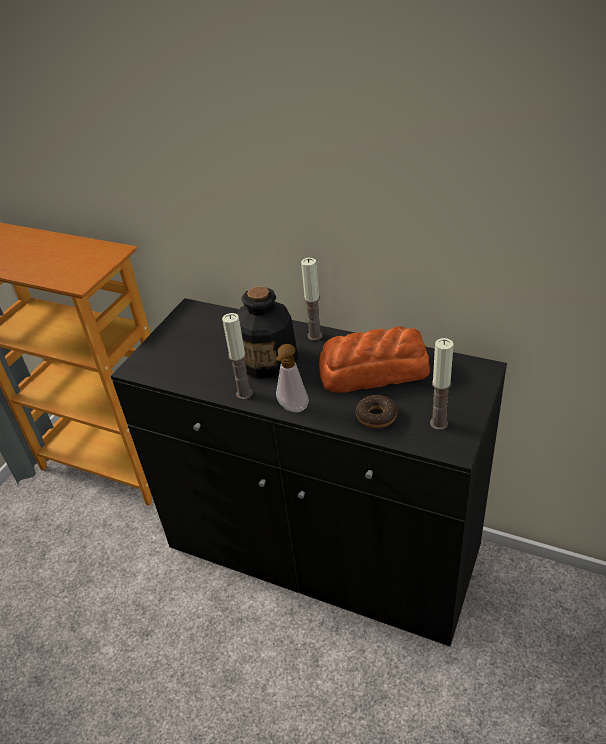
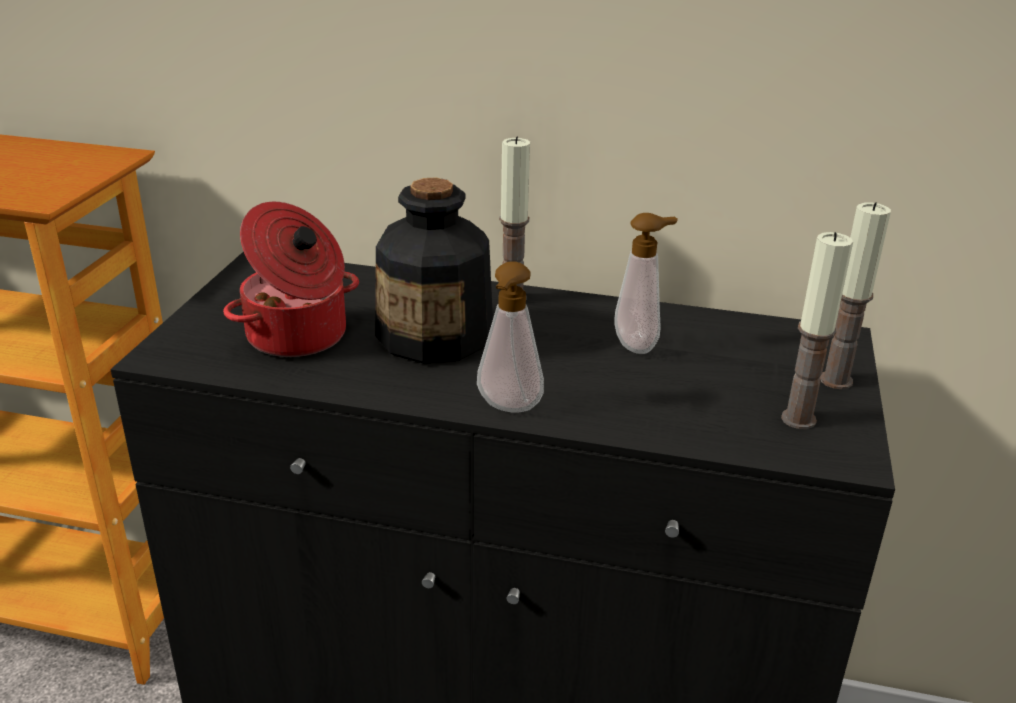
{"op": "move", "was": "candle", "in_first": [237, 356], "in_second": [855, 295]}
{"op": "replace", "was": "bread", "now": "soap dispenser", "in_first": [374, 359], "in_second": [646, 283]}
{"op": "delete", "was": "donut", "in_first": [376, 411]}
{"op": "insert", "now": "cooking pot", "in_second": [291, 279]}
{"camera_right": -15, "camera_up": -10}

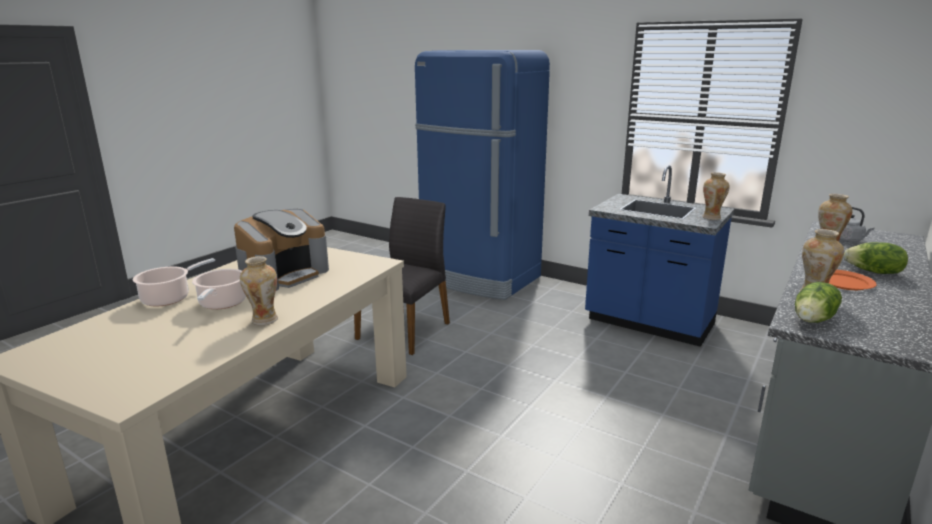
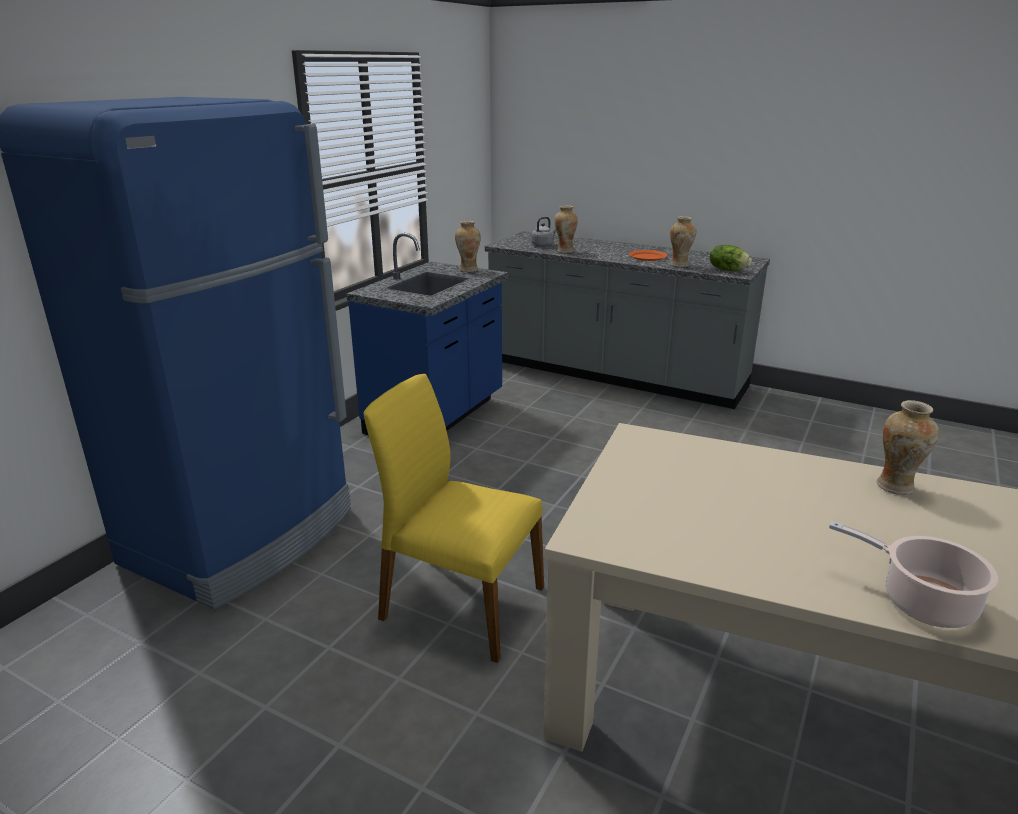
{"op": "recolor", "was": "grey chair", "now": "yellow chair", "in_first": [402, 276], "in_second": [454, 518]}
{"op": "delete", "was": "coffee machine", "in_first": [281, 250]}
{"op": "delete", "was": "lettuce", "in_first": [876, 258]}
{"op": "delete", "was": "cooking pot", "in_first": [219, 289]}
{"camera_right": -95, "camera_up": 5}

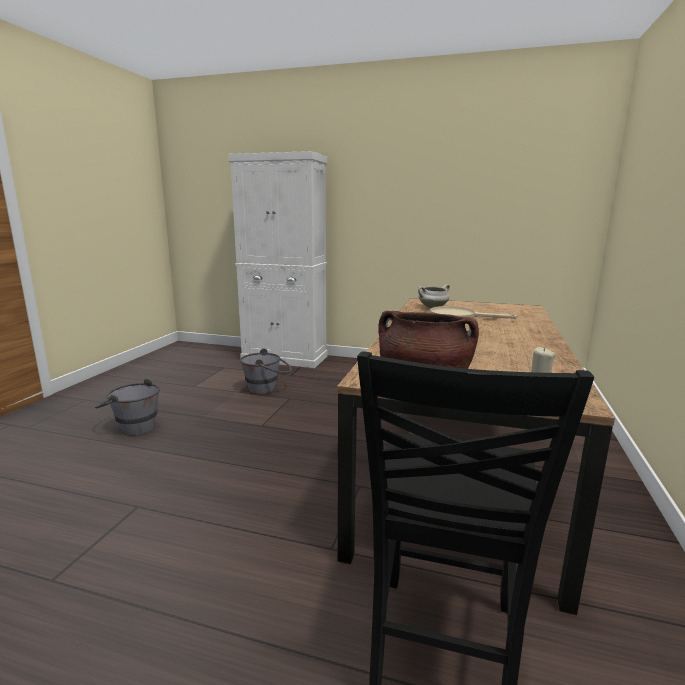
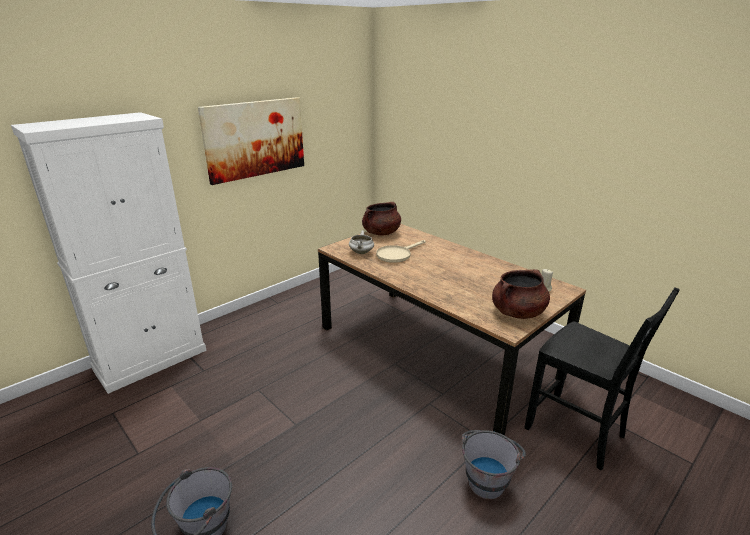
{"op": "move", "was": "grey bucket", "in_first": [266, 371], "in_second": [494, 464]}
{"op": "insert", "now": "picture", "in_second": [251, 141]}
{"op": "insert", "now": "brown cooking pot", "in_second": [381, 219]}
{"camera_right": -60, "camera_up": 10}

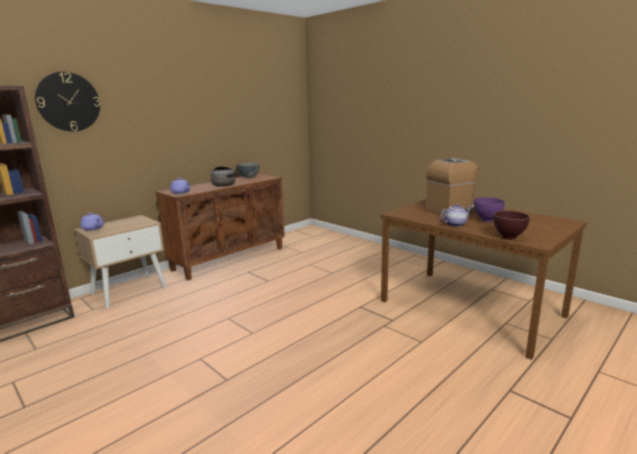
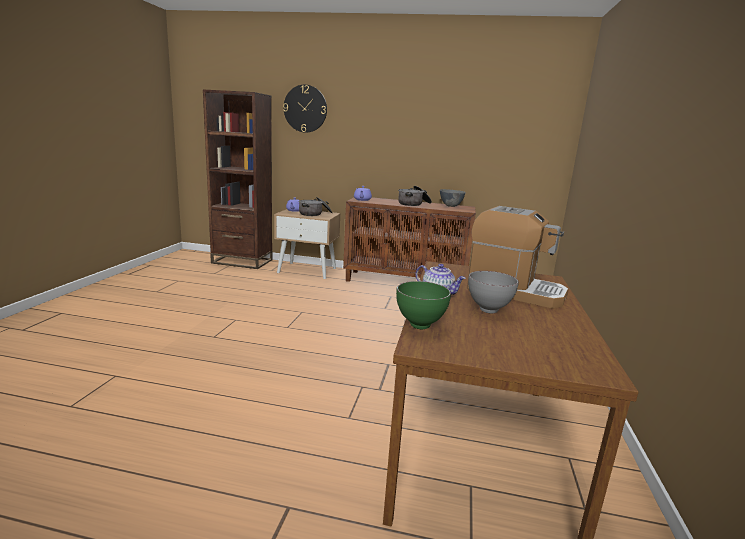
{"op": "recolor", "was": "purple bowl", "now": "grey bowl", "in_first": [489, 209], "in_second": [493, 292]}
{"op": "recolor", "was": "brown bowl", "now": "green bowl", "in_first": [511, 225], "in_second": [423, 305]}
{"op": "insert", "now": "cooking pot", "in_second": [316, 206]}
{"camera_right": 55, "camera_up": 0}

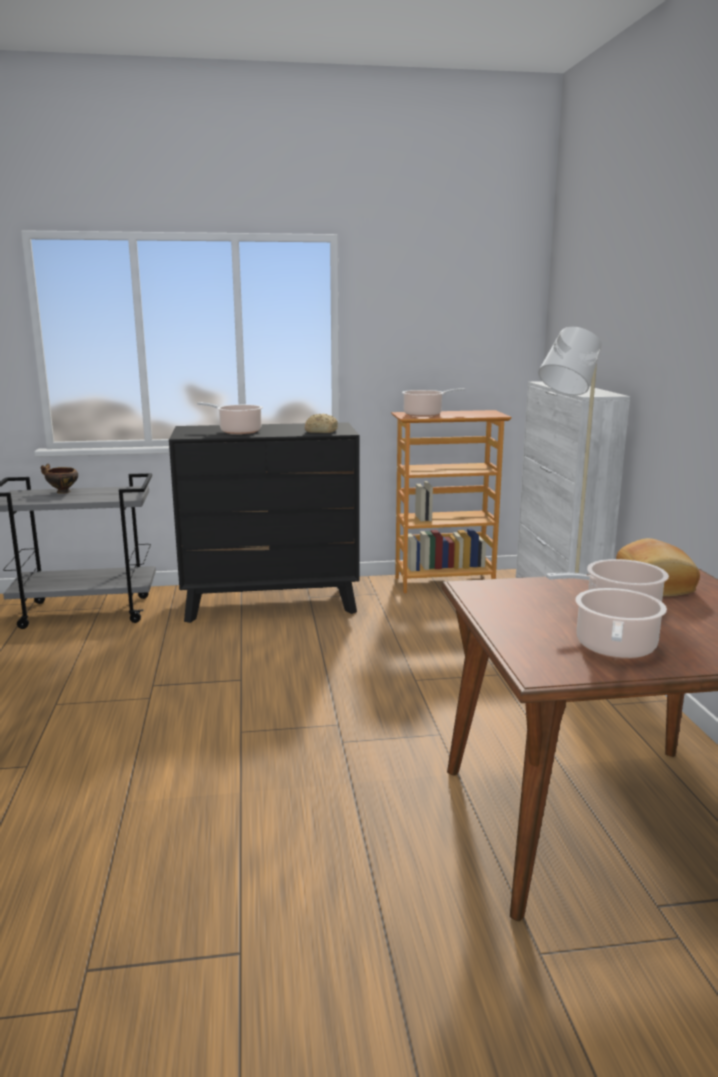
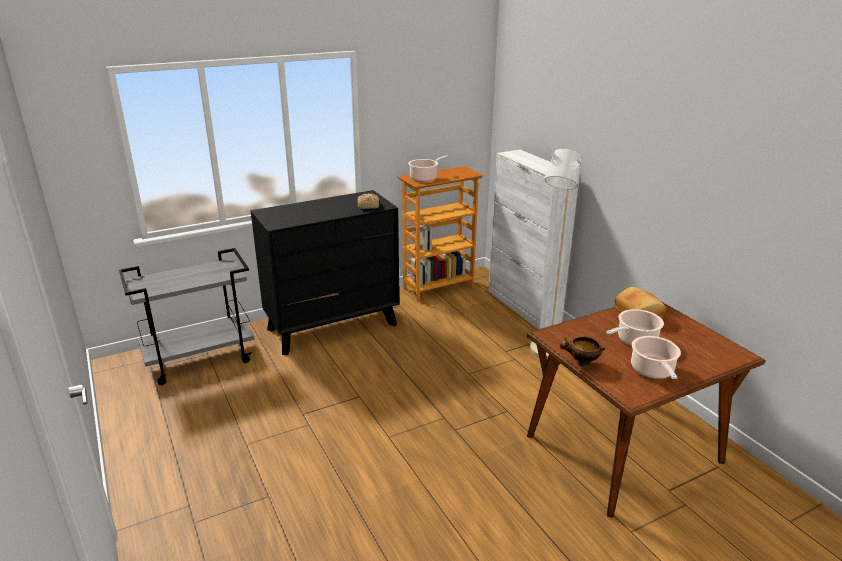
{"op": "delete", "was": "cooking pot", "in_first": [230, 418]}
{"op": "move", "was": "bowl", "in_first": [59, 479], "in_second": [582, 352]}
{"camera_right": -20, "camera_up": 10}

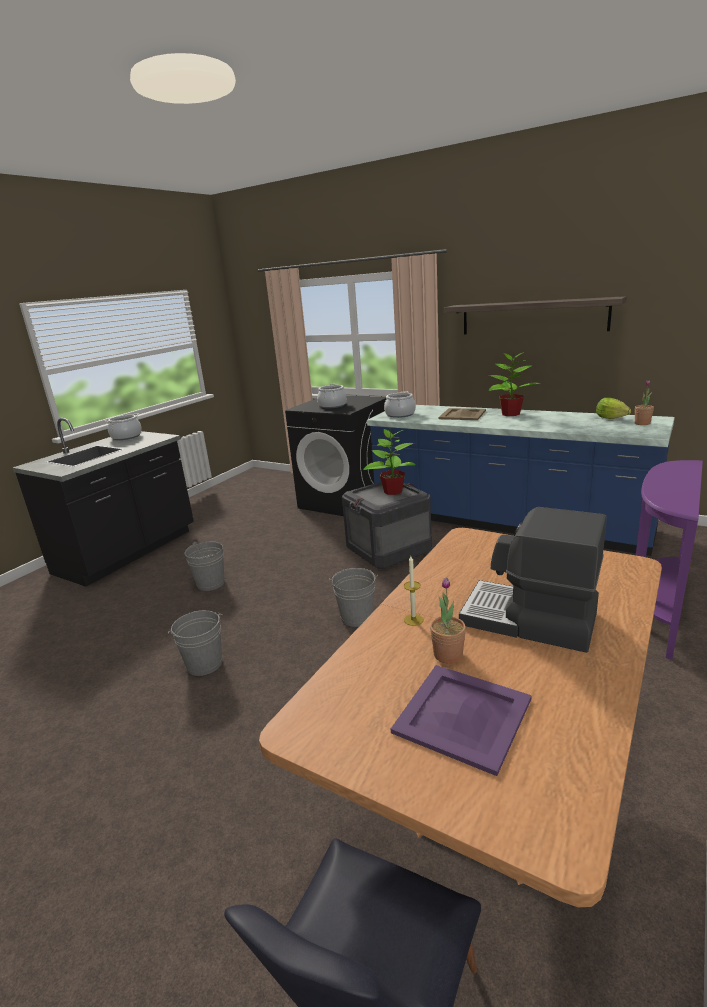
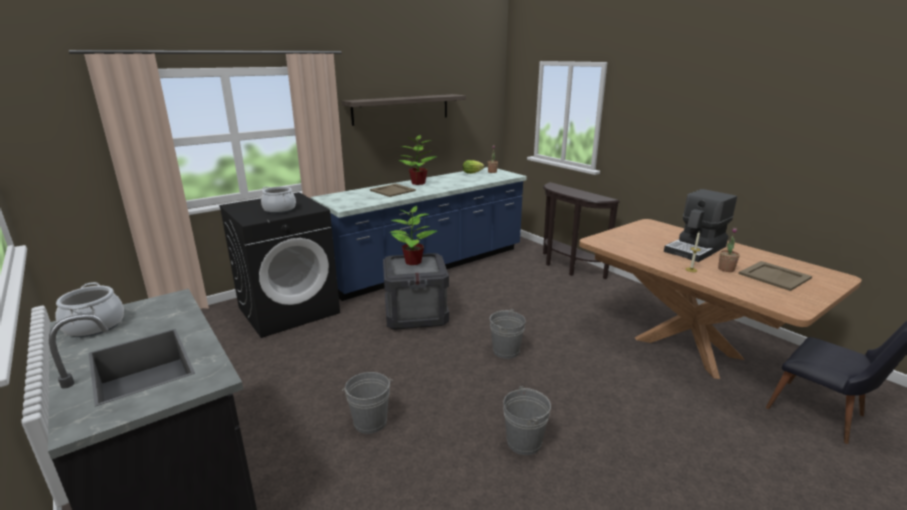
{"op": "delete", "was": "cooking pot", "in_first": [400, 404]}
{"op": "recolor", "was": "purple console table", "now": "brown console table", "in_first": [669, 559], "in_second": [581, 230]}
{"op": "recolor", "was": "purple tray", "now": "beige tray", "in_first": [461, 720], "in_second": [775, 276]}
{"camera_right": -70, "camera_up": 0}

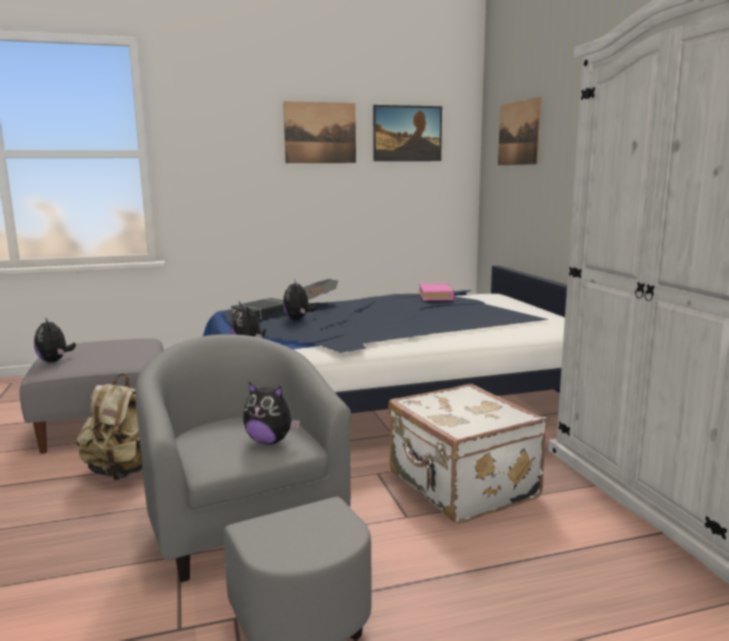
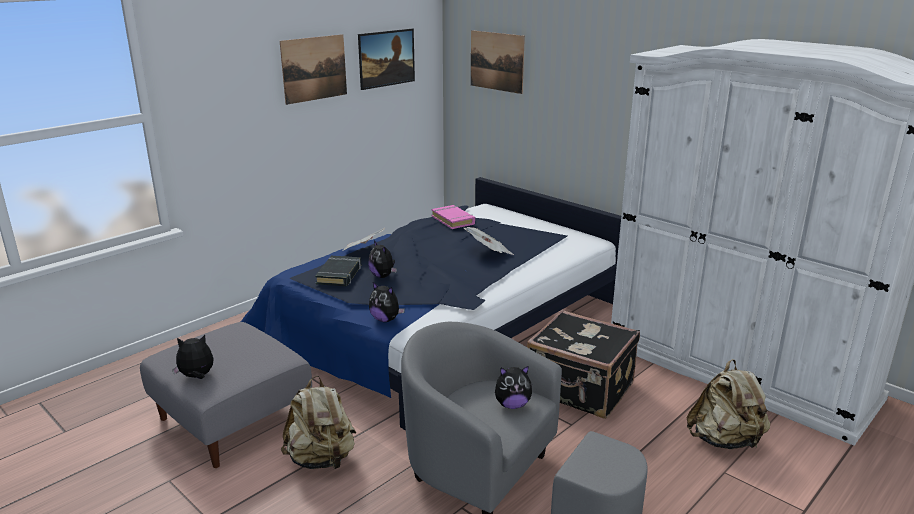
{"op": "rotate", "was": "plush toy", "in_first": [55, 339], "in_second": [193, 357], "clockwise": 135}
{"op": "recolor", "was": "white suitcase", "now": "black suitcase", "in_first": [467, 453], "in_second": [583, 364]}
{"op": "insert", "now": "newspaper", "in_second": [489, 241]}
{"op": "insert", "now": "beige backpack", "in_second": [728, 404]}
{"camera_right": -30, "camera_up": 10}

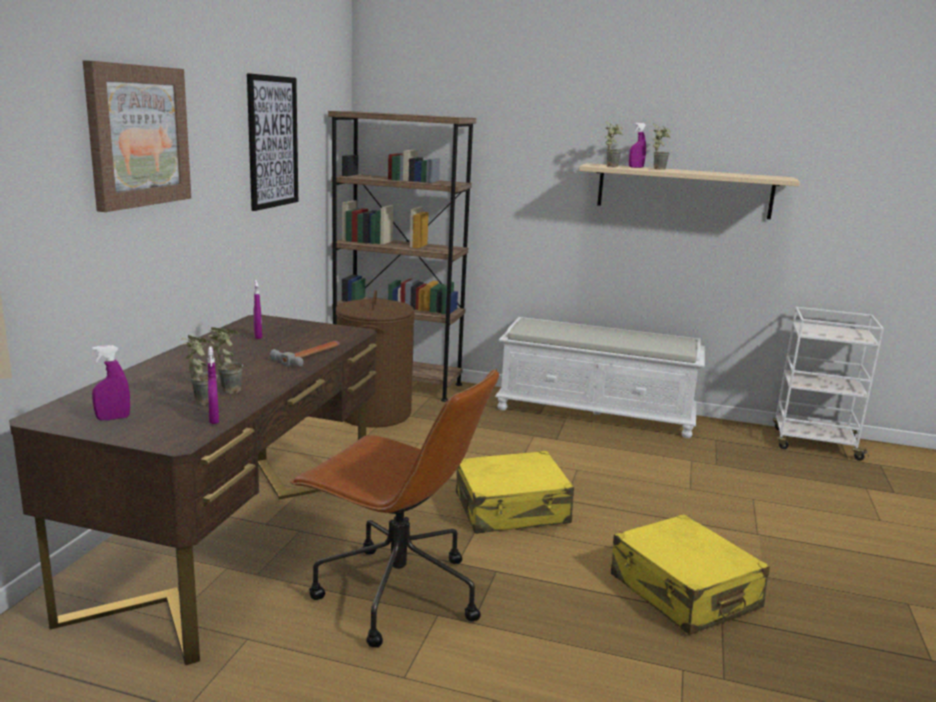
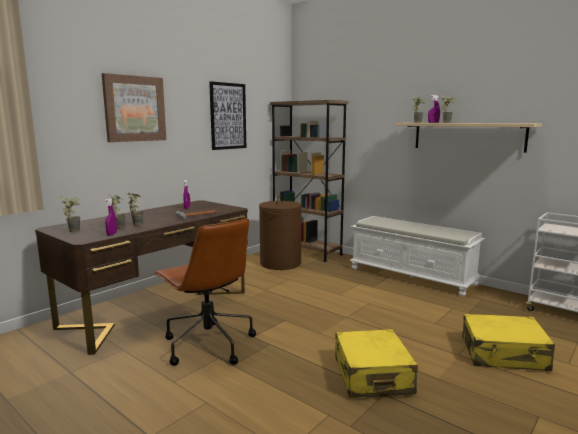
{"op": "replace", "was": "purple spray bottle", "now": "potted plant", "in_first": [111, 383], "in_second": [70, 214]}
{"op": "move", "was": "yellow suitcase", "in_first": [515, 492], "in_second": [508, 342]}
{"camera_right": 25, "camera_up": -5}

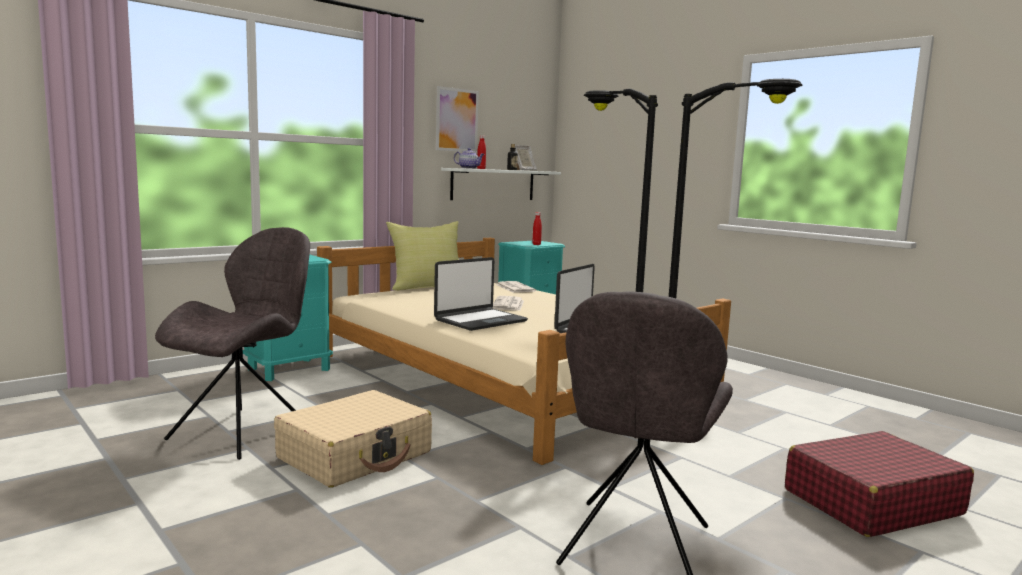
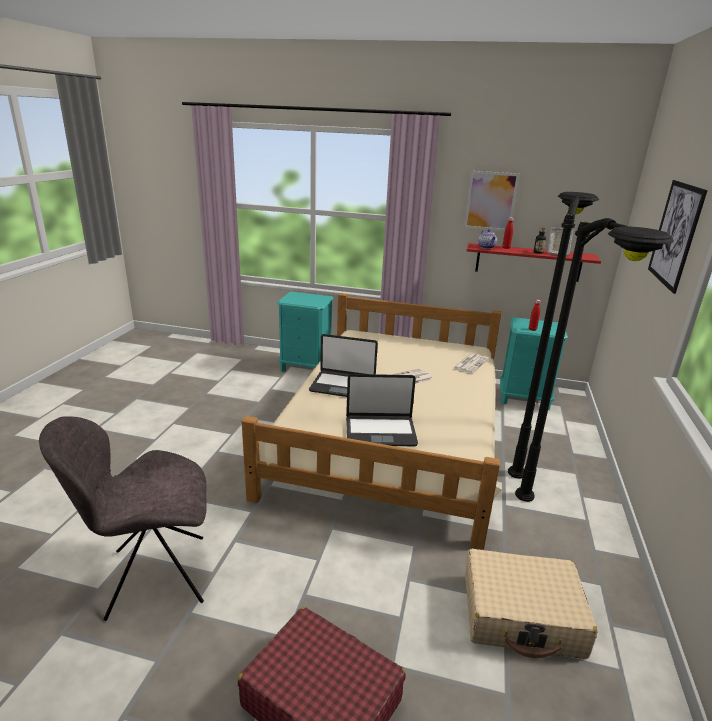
{"op": "recolor", "was": "white shelf", "now": "red shelf", "in_first": [501, 184], "in_second": [534, 262]}
{"op": "delete", "was": "yellow pillow", "in_first": [422, 256]}
{"op": "delete", "was": "grey chair", "in_first": [232, 343]}
{"op": "move", "was": "beige suitcase", "in_first": [353, 439], "in_second": [531, 604]}
{"op": "insert", "now": "picture", "in_second": [678, 237]}
{"camera_right": 55, "camera_up": 15}

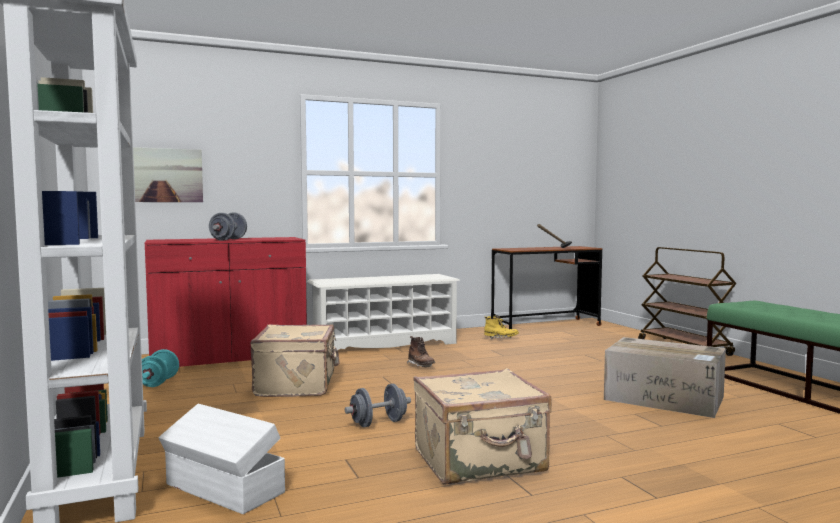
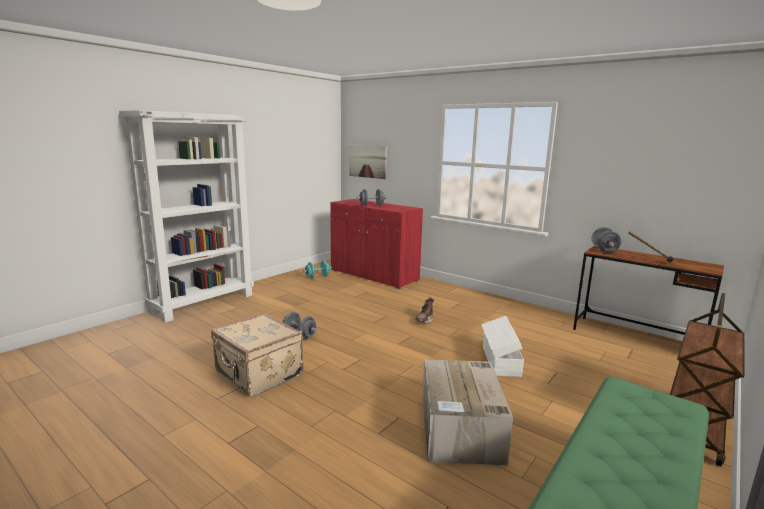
{"op": "delete", "was": "white shoe rack", "in_first": [383, 312]}
{"op": "delete", "was": "yellow boot", "in_first": [501, 328]}
{"op": "delete", "was": "beige suitcase", "in_first": [294, 360]}
{"op": "move", "was": "white storage box", "in_first": [221, 459], "in_second": [502, 346]}
{"op": "insert", "now": "grey dumbbell", "in_second": [607, 240]}
{"camera_right": 60, "camera_up": 10}

